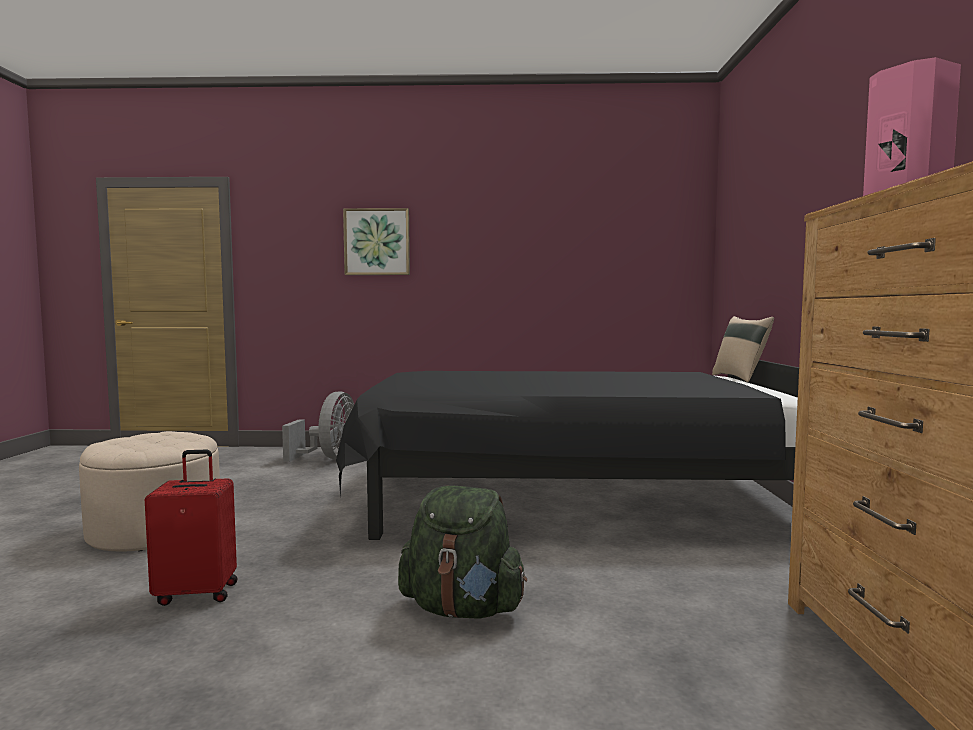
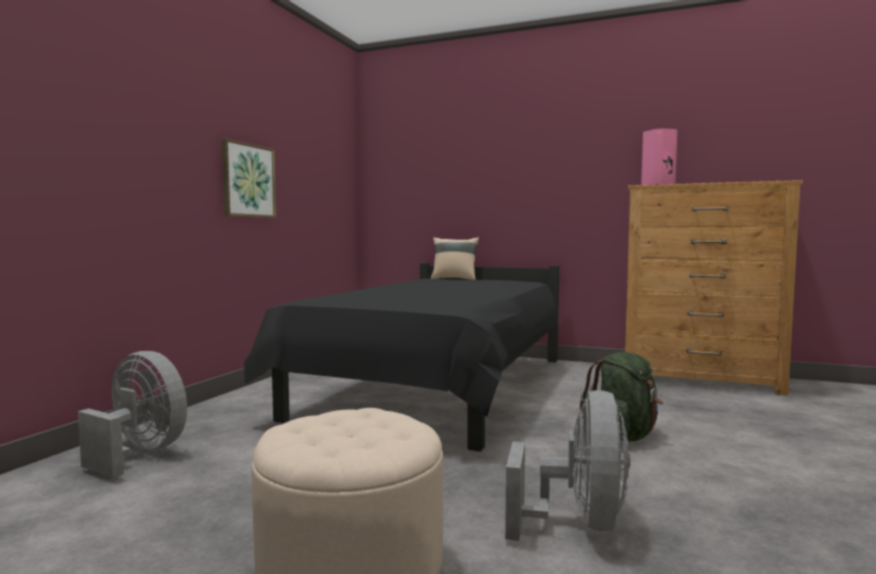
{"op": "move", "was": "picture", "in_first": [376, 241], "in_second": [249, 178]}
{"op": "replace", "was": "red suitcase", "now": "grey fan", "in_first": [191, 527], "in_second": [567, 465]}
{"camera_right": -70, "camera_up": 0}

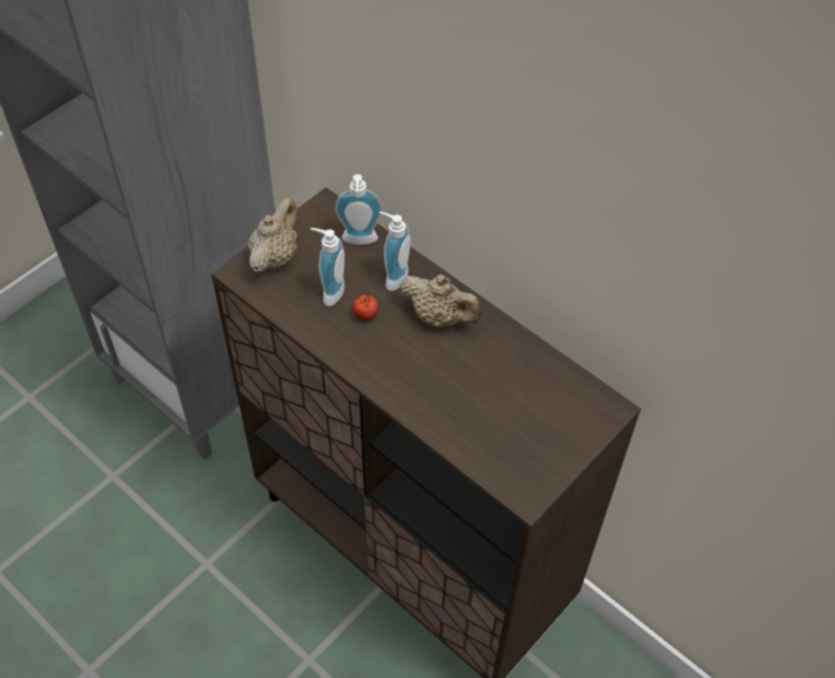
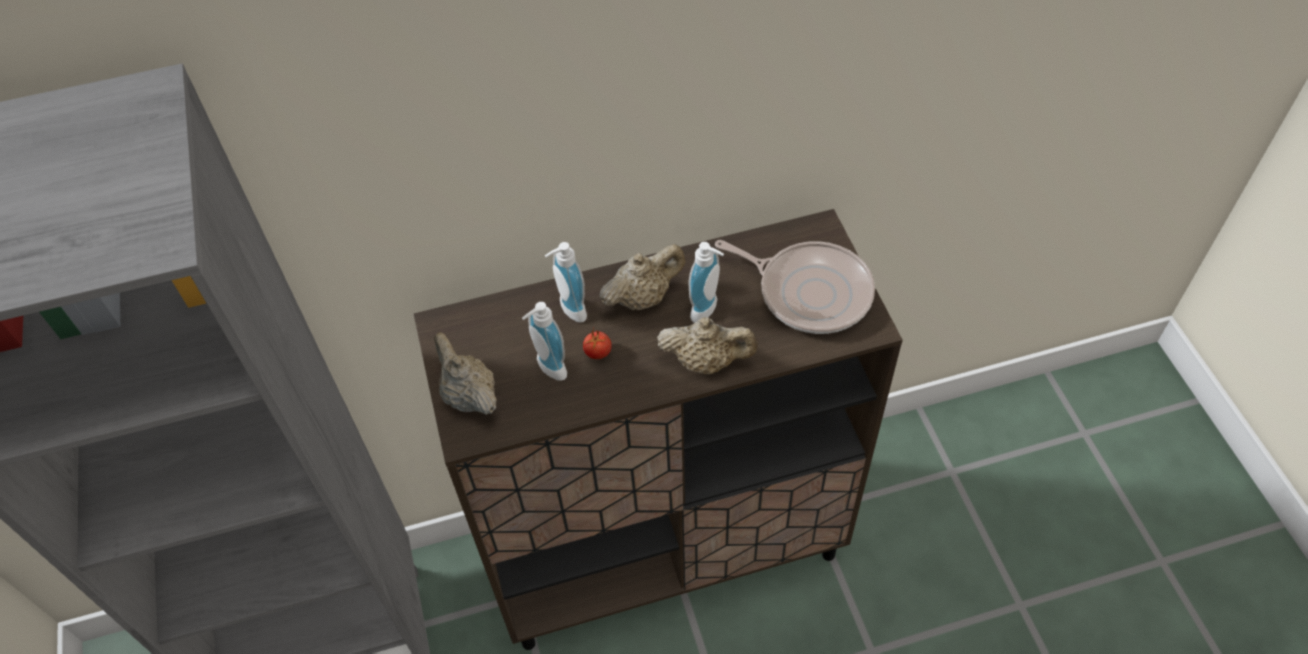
{"op": "move", "was": "soap dispenser", "in_first": [359, 209], "in_second": [706, 282]}
{"op": "insert", "now": "frying pan", "in_second": [795, 287]}
{"op": "insert", "now": "beige teapot", "in_second": [707, 346]}
{"camera_right": -55, "camera_up": 0}

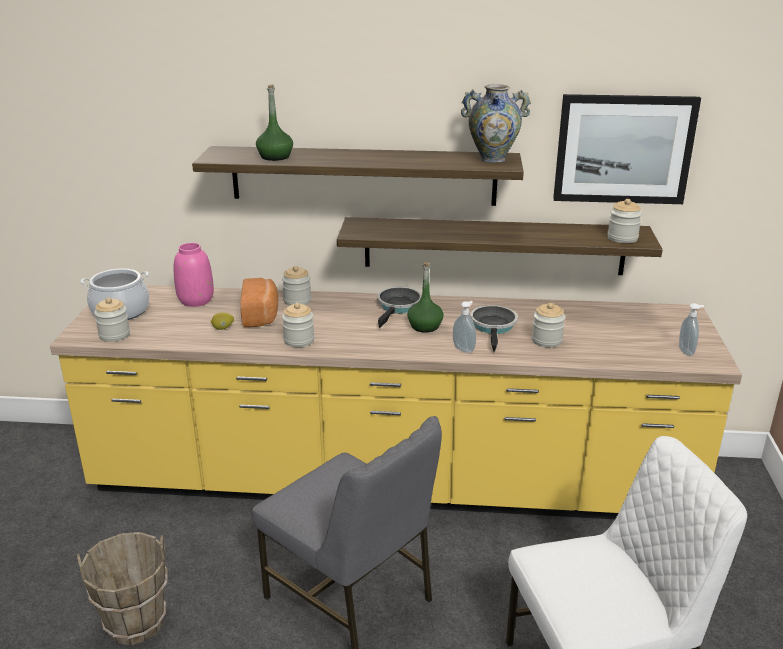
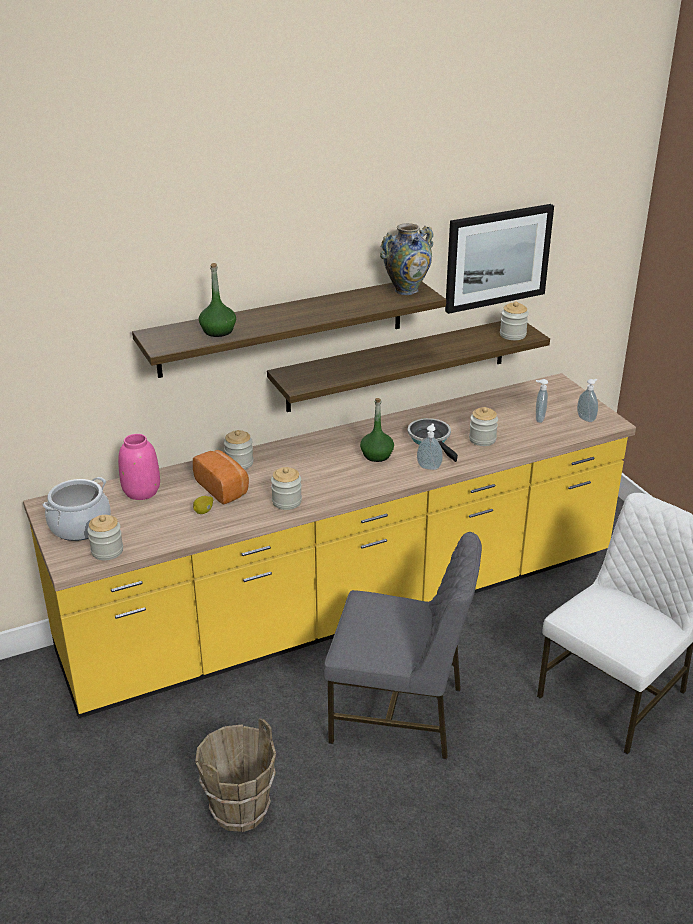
{"op": "delete", "was": "frying pan", "in_first": [399, 307]}
{"op": "insert", "now": "soap dispenser", "in_second": [542, 401]}
{"camera_right": -30, "camera_up": 5}

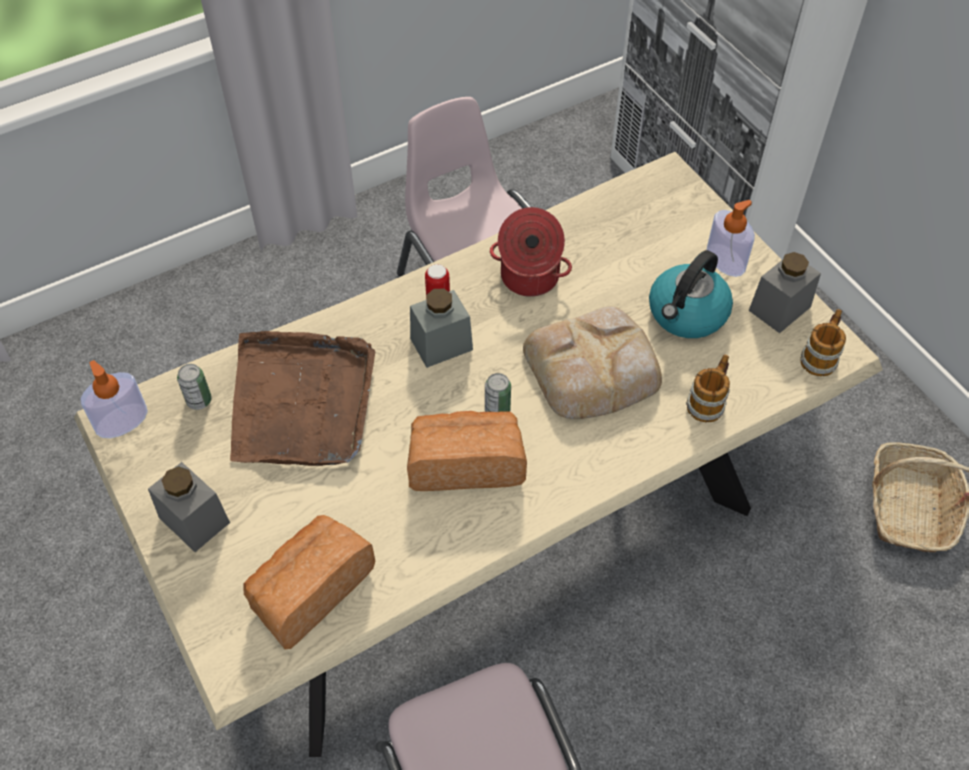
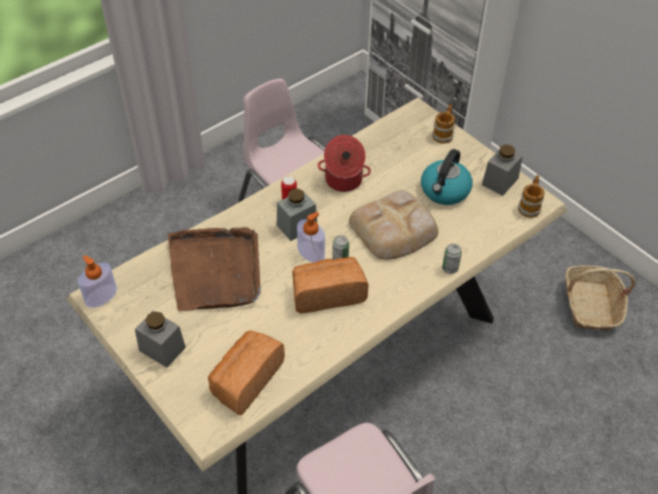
{"op": "move", "was": "soap dispenser", "in_first": [731, 238], "in_second": [311, 237]}
{"op": "move", "was": "mug", "in_first": [708, 388], "in_second": [443, 124]}
{"op": "move", "was": "can", "in_first": [194, 387], "in_second": [452, 259]}
{"camera_right": -10, "camera_up": -5}

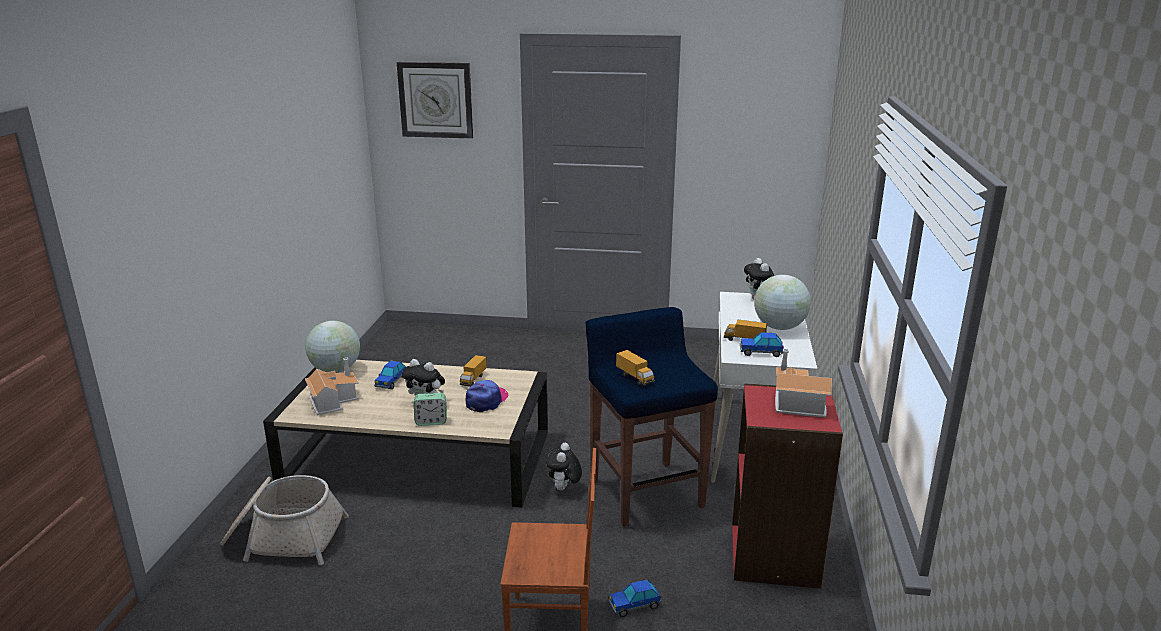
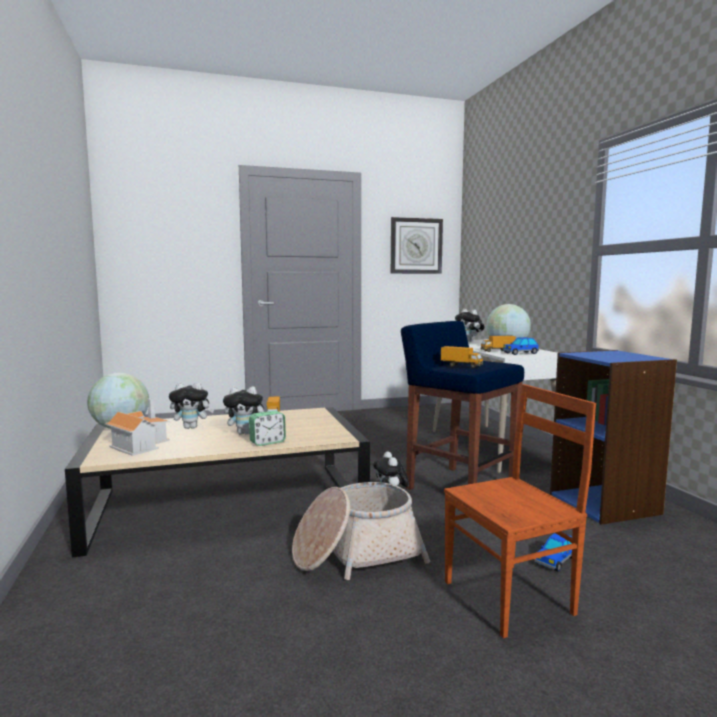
{"op": "move", "was": "wall clock", "in_first": [435, 100], "in_second": [417, 245]}
{"op": "delete", "was": "toy house", "in_first": [803, 383]}
{"op": "replace", "was": "toy car", "now": "plush toy", "in_first": [390, 375], "in_second": [191, 405]}
{"op": "delete", "was": "cap", "in_first": [487, 396]}
{"op": "recolor", "was": "red bookcase", "now": "blue bookcase", "in_first": [787, 486], "in_second": [613, 437]}
{"op": "move", "was": "basket", "in_first": [284, 520], "in_second": [361, 531]}
{"camera_right": -25, "camera_up": -15}

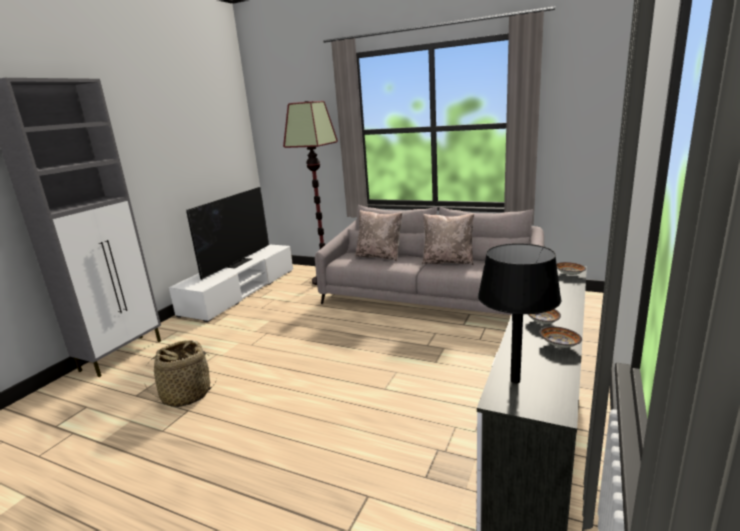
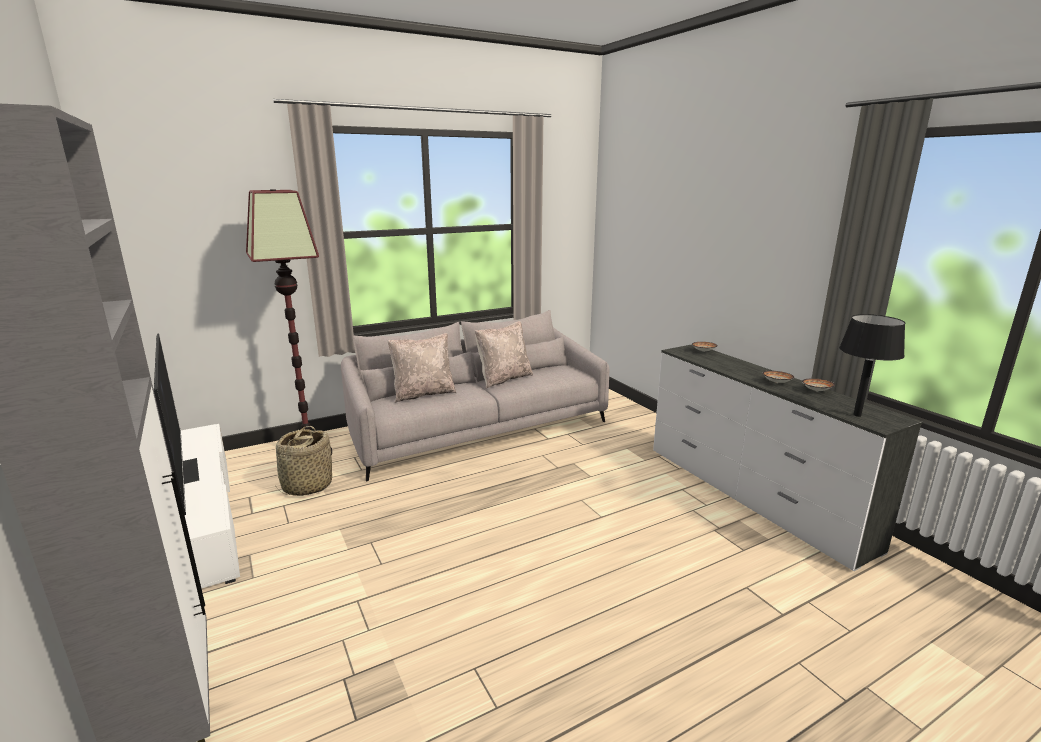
{"op": "move", "was": "basket", "in_first": [180, 373], "in_second": [303, 461]}
{"camera_right": -55, "camera_up": 0}

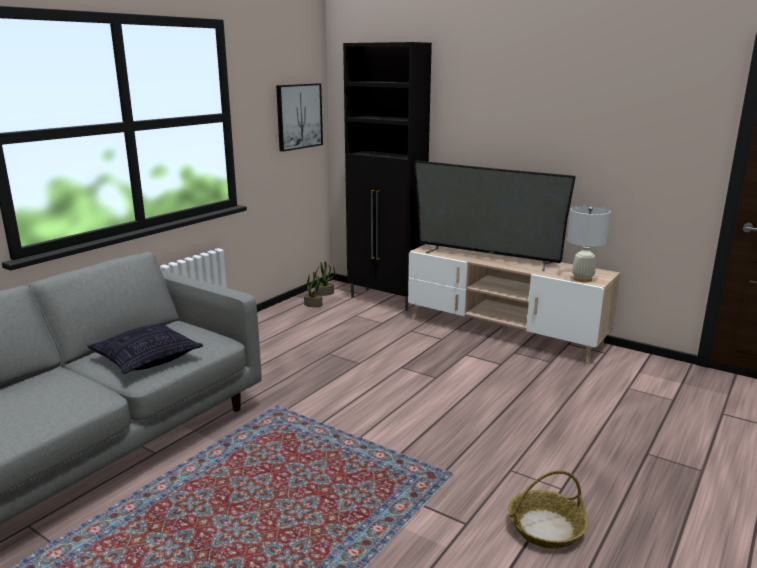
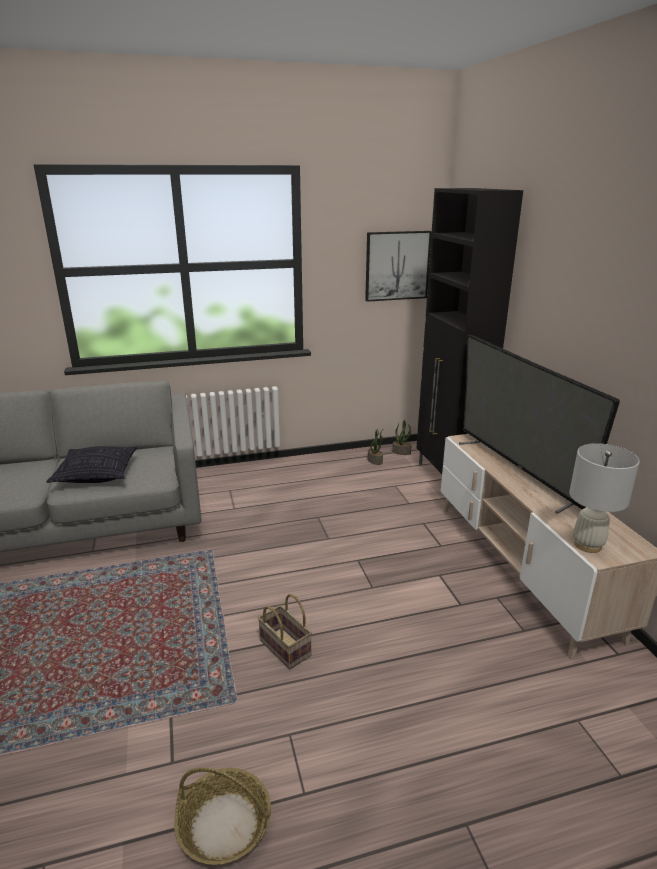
{"op": "insert", "now": "basket", "in_second": [285, 631]}
{"camera_right": 40, "camera_up": 5}

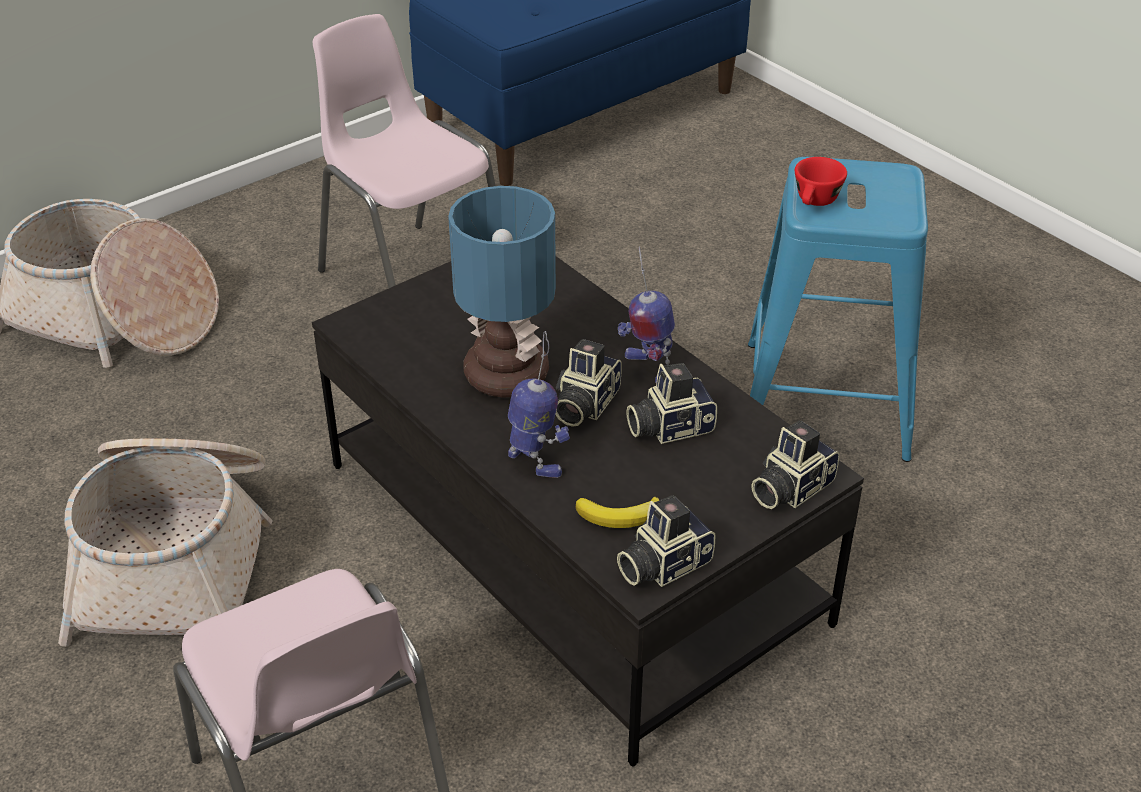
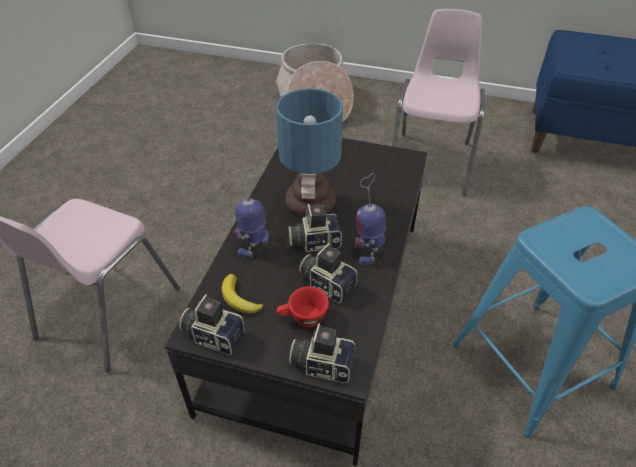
{"op": "move", "was": "red cup", "in_first": [821, 181], "in_second": [302, 306]}
{"op": "rotate", "was": "toy robot", "in_first": [539, 404], "in_second": [250, 213], "clockwise": -150}
{"op": "delete", "was": "basket", "in_first": [165, 542]}
{"camera_right": 55, "camera_up": 5}

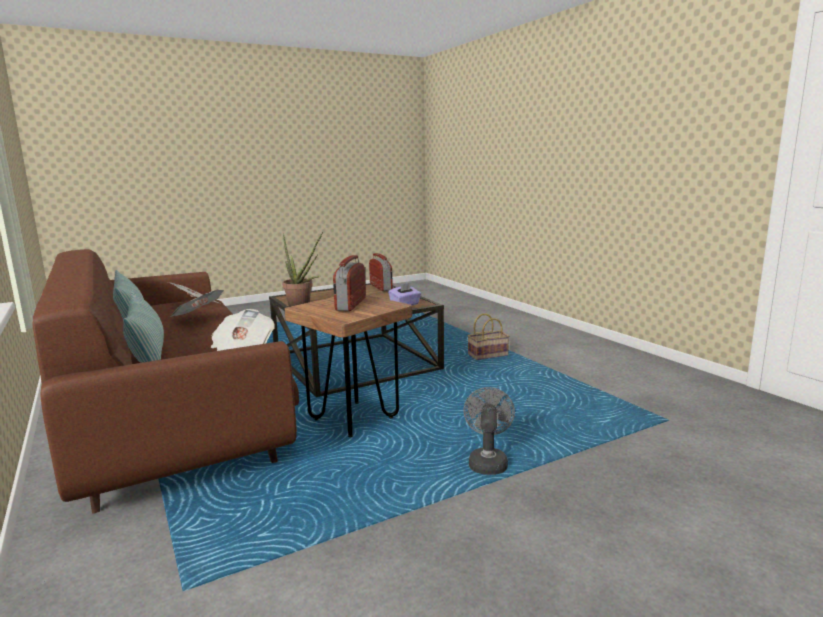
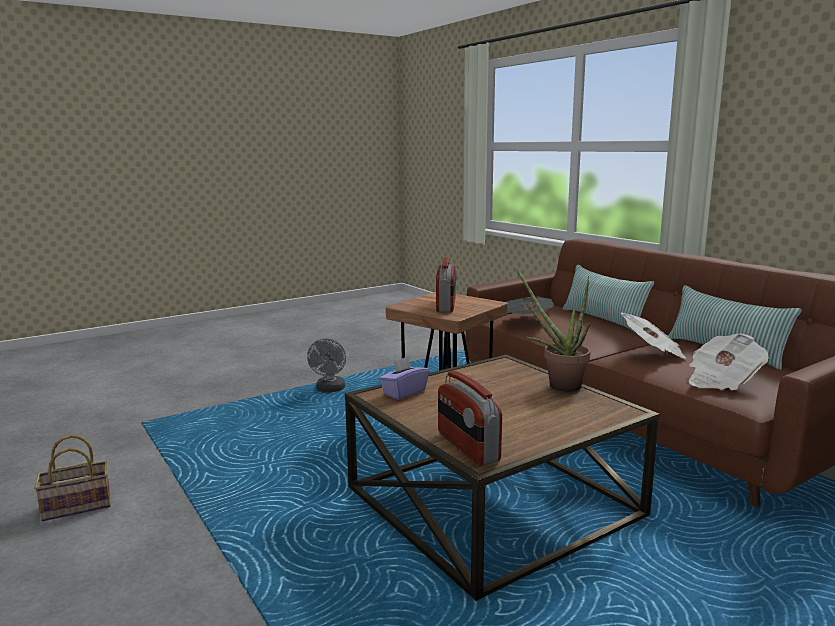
{"op": "move", "was": "basket", "in_first": [488, 336], "in_second": [72, 478]}
{"camera_right": 175, "camera_up": 0}

